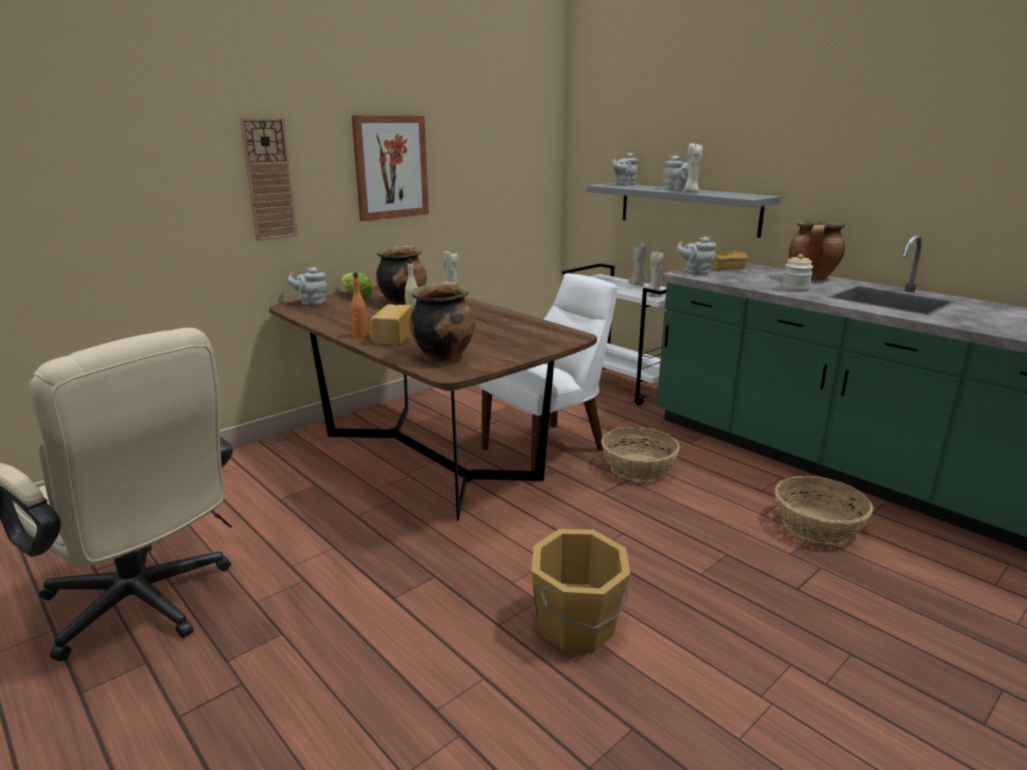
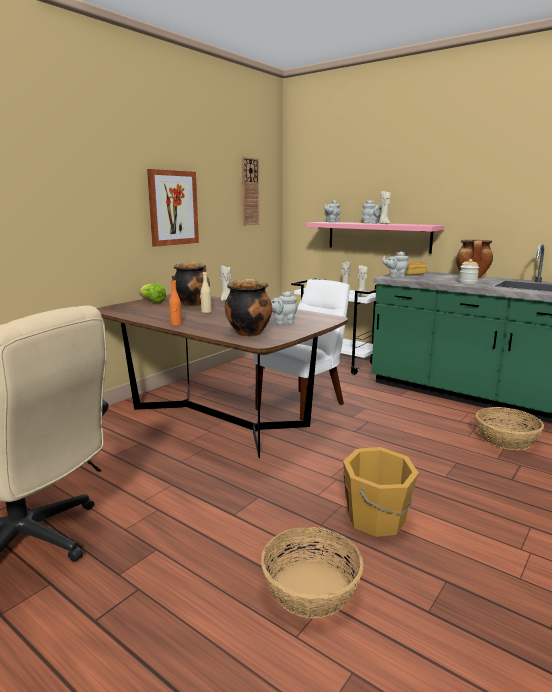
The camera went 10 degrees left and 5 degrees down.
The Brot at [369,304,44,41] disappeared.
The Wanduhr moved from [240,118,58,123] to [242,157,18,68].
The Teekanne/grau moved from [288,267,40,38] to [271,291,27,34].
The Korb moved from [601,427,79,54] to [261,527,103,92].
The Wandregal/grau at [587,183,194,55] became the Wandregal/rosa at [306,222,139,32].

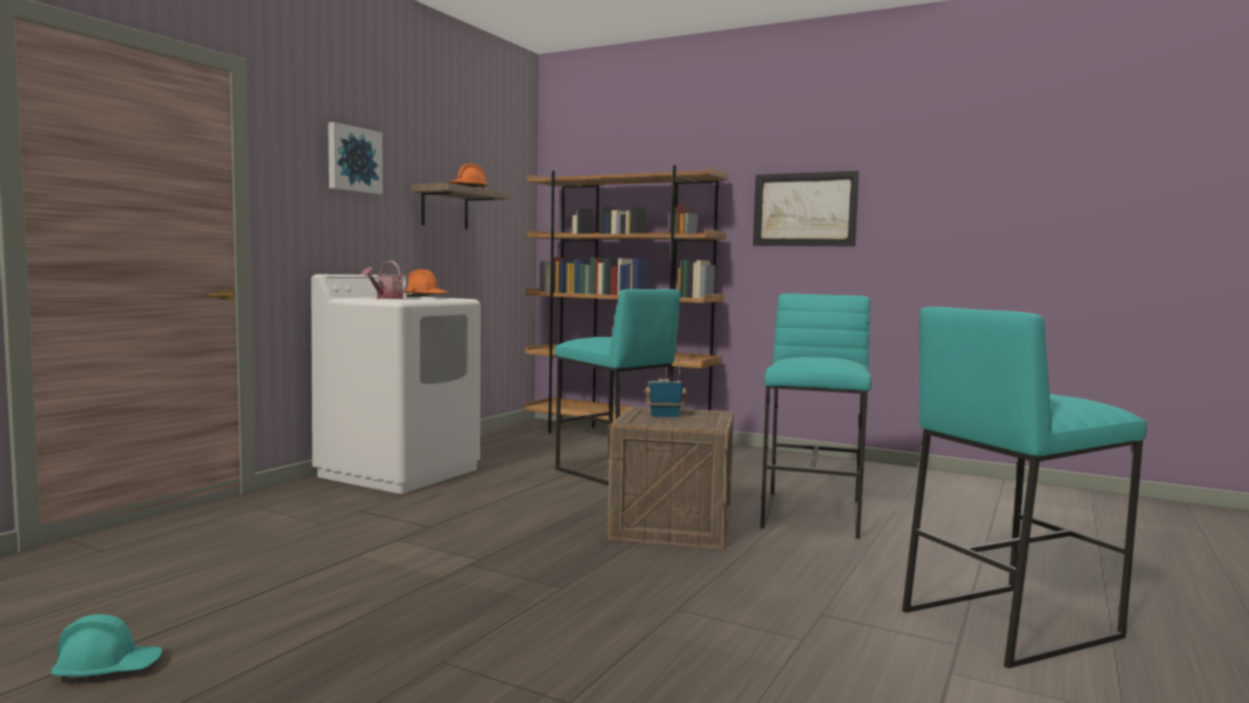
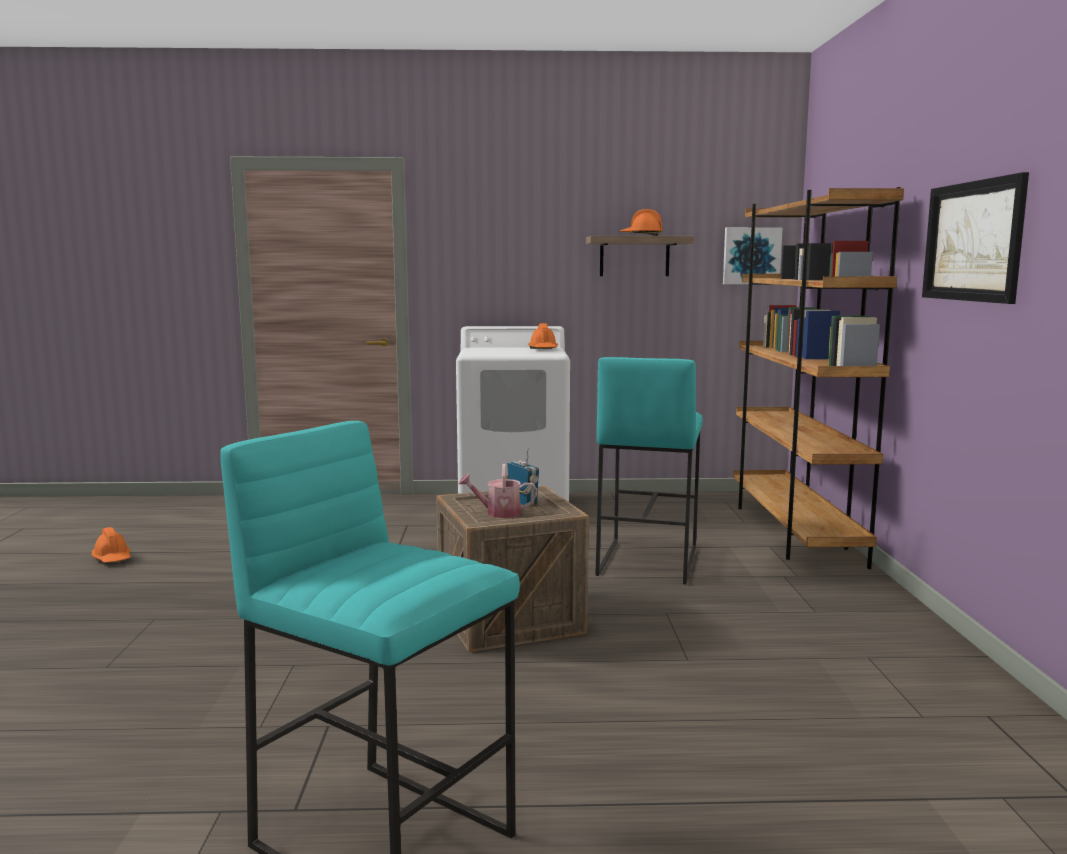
The camera went 60 degrees right and 5 degrees up.
The Hocker/türkis at [760,293,112,246] disappeared.
The Bild moved from [328,122,55,73] to [723,227,60,57].
The Gießkanne moved from [361,261,48,38] to [458,464,79,54].
The Schutzhelm/türkis at [51,614,112,68] became the Schutzhelm/orange at [92,527,39,36].

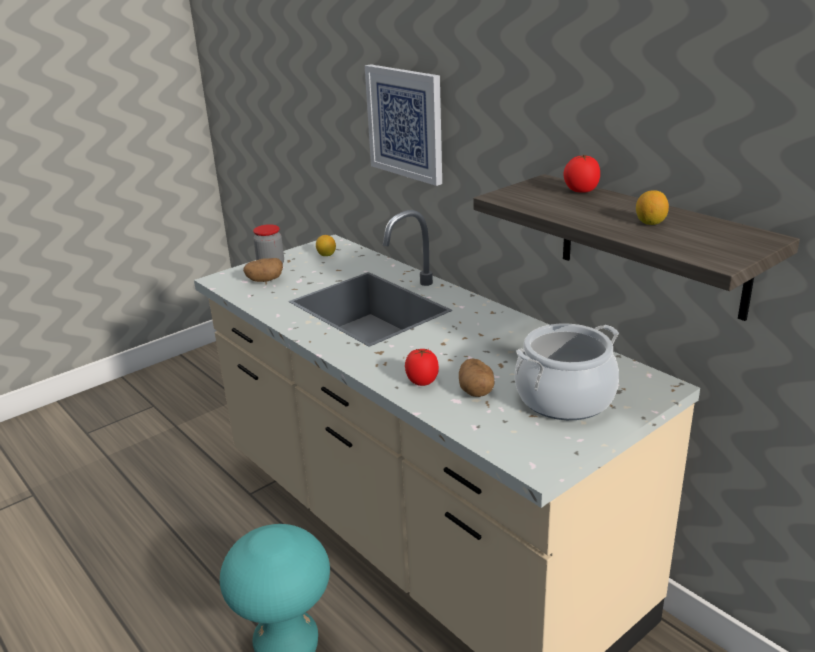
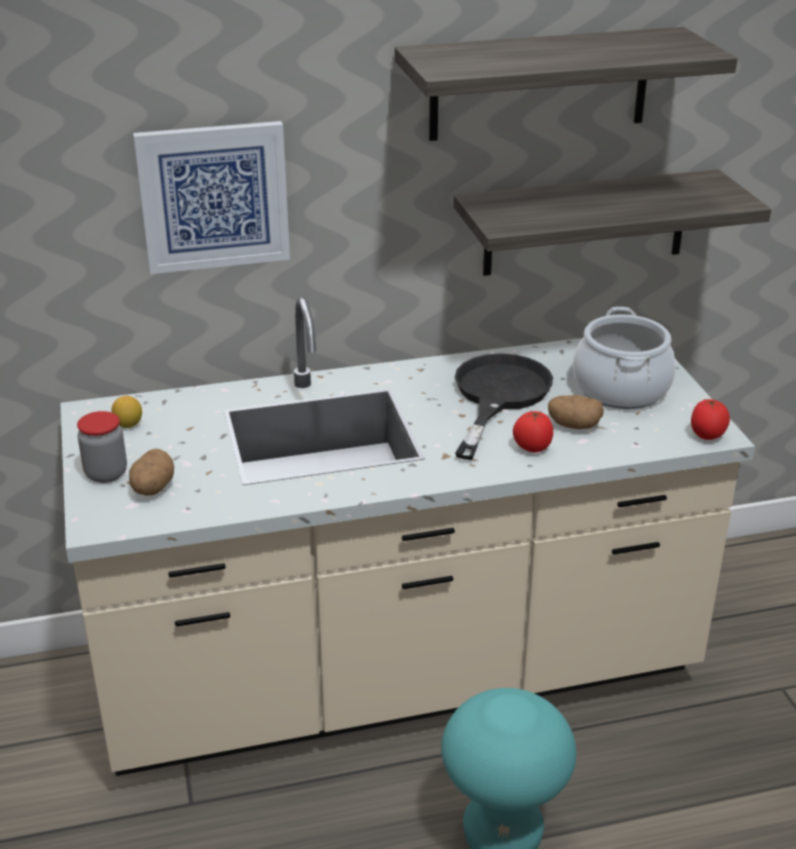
The camera went 65 degrees left and 5 degrees up.
The Zitrone at [636,190,33,35] disappeared.
The Wandregal at [395,27,343,114] appeared.
The Pfanne/schwarz at [455,353,98,107] appeared.
The Tomate moved from [563,155,37,38] to [691,399,39,41].

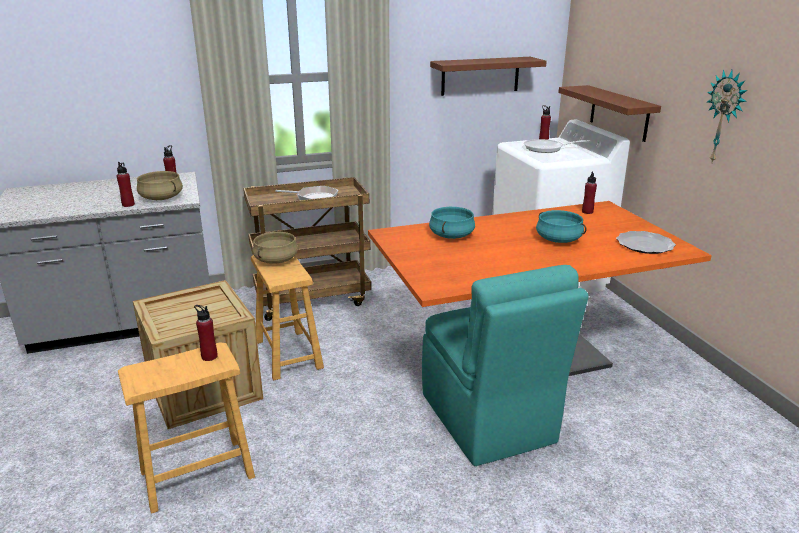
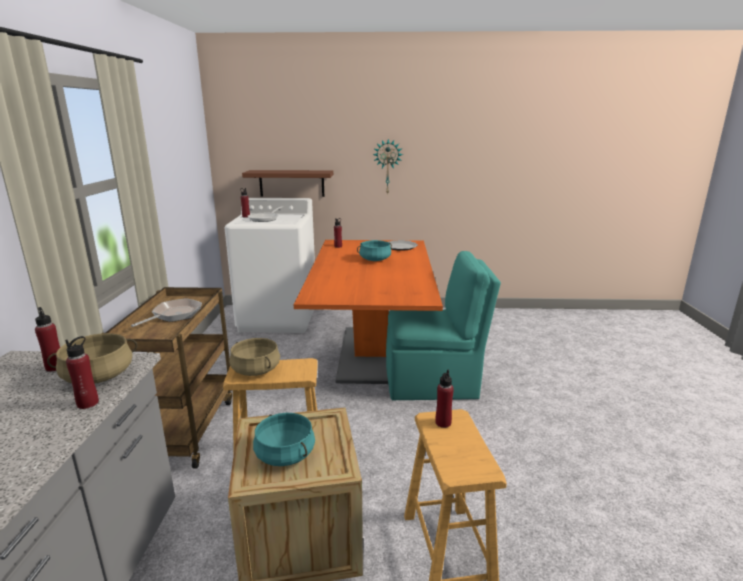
The camera went 70 degrees left and 5 degrees down.
The Wandregal/braun at [430,57,117,39] disappeared.
The Kochtopf/türkis moved from [429,207,46,32] to [253,413,62,53].

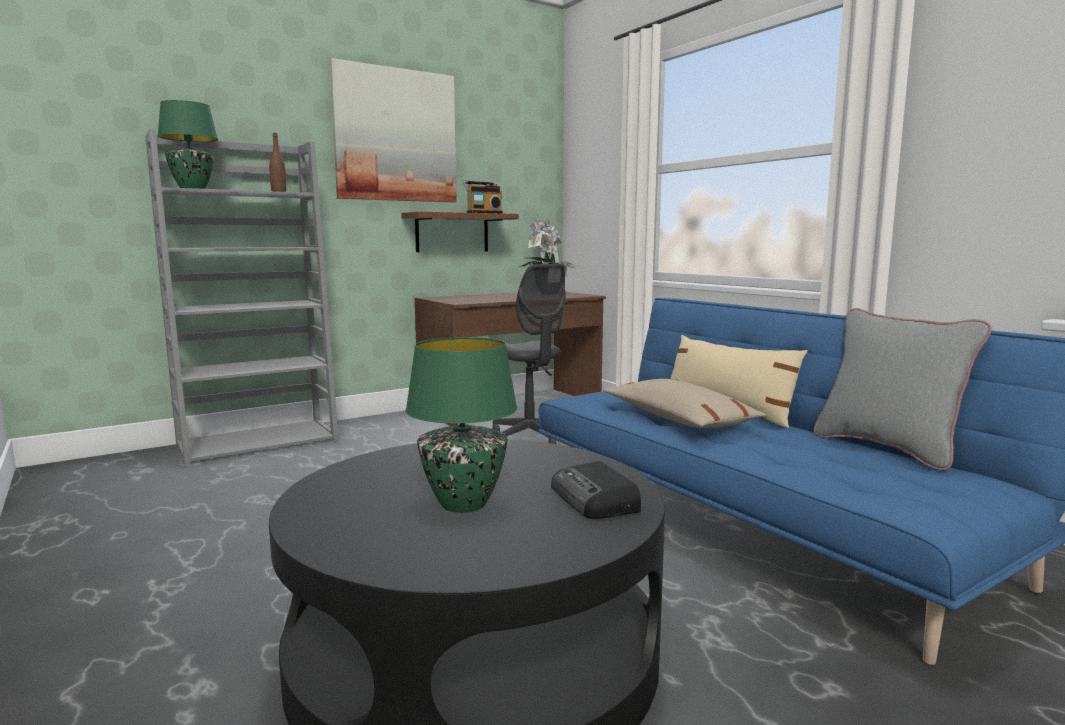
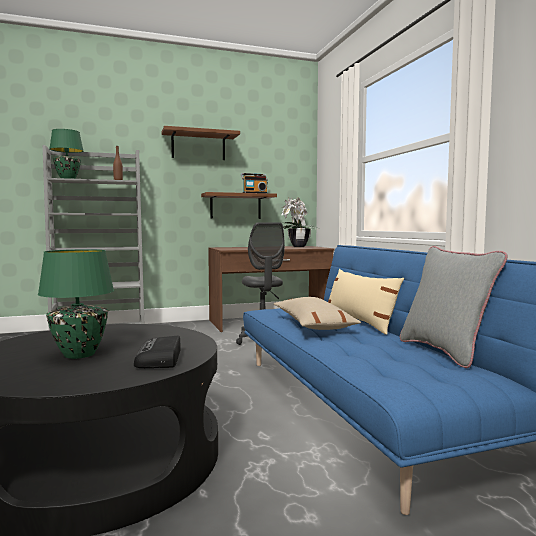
The camera went 15 degrees right and 5 degrees down.
The Bild at [330,58,127,144] was replaced by the Wandregal/braun at [162,126,78,34].

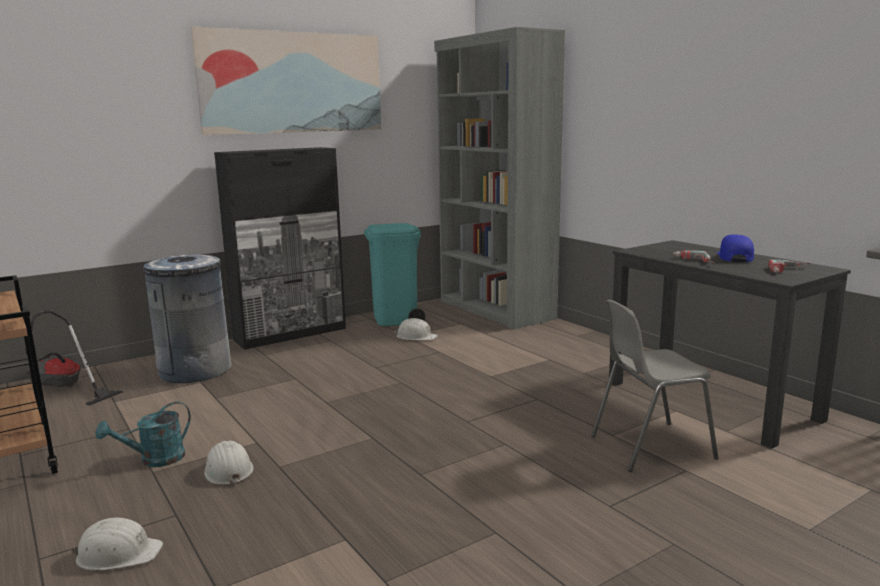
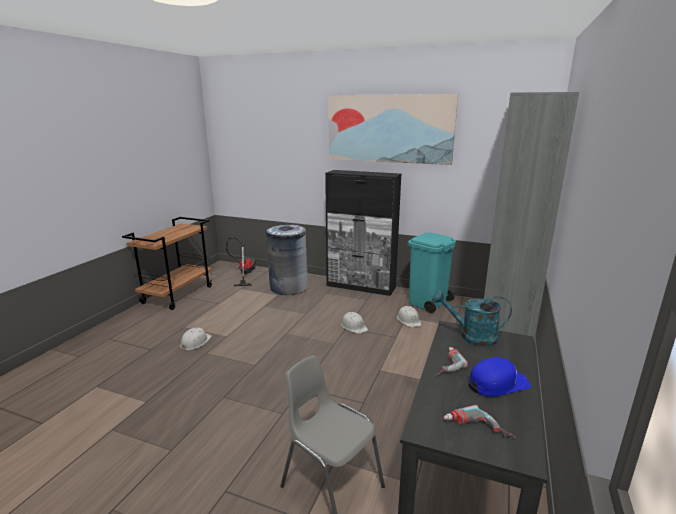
The camera went 55 degrees right and 5 degrees up.
The Schutzhelm/weiß moved from [70,517,93,54] to [341,312,27,22].
The Gießkanne/türkis moved from [95,401,96,66] to [432,290,80,56].

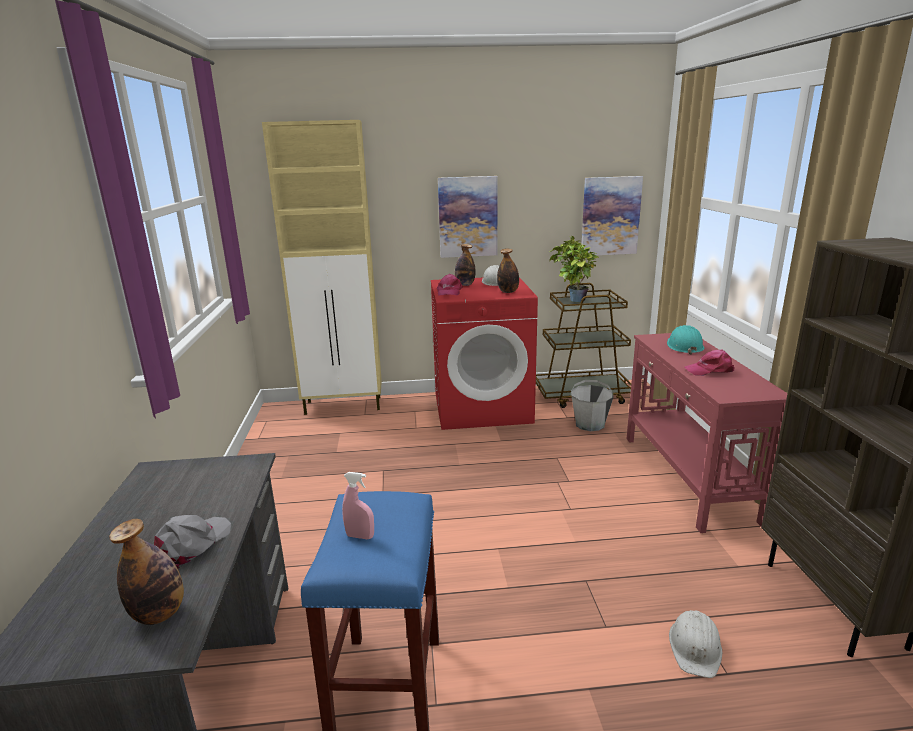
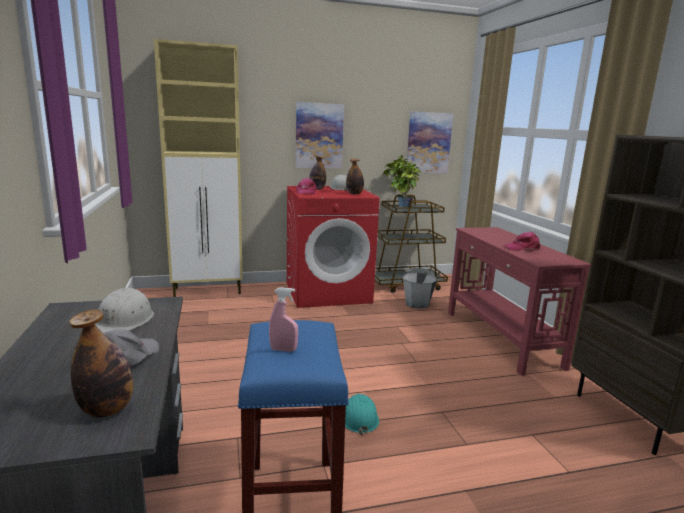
The camera went 10 degrees left and 5 degrees down.
The Schutzhelm/türkis moved from [667,325,37,30] to [345,394,34,41].
The Schutzhelm/weiß moved from [669,610,53,68] to [95,288,59,45].

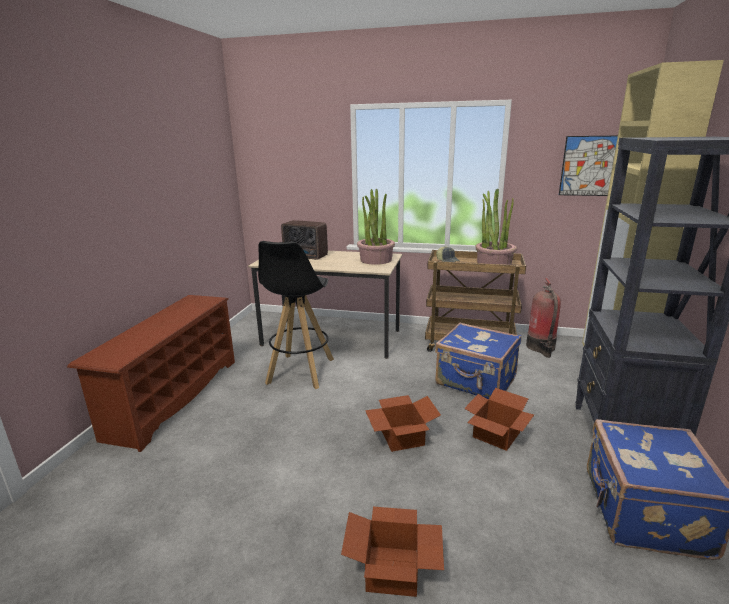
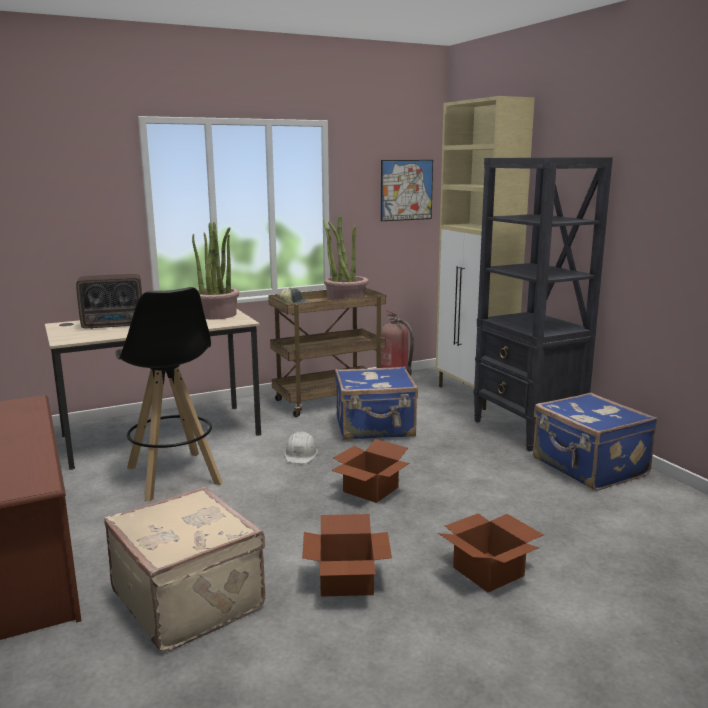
The camera went 40 degrees left and 5 degrees down.
The Koffer/beige at [104,487,162,165] appeared.
The Schutzhelm/weiß at [284,431,34,32] appeared.
The Karton moved from [464,388,70,63] to [302,514,90,83].

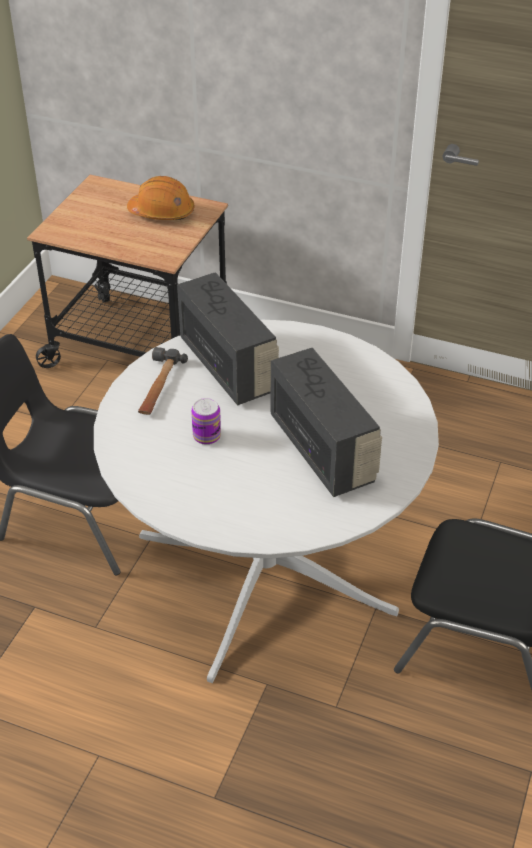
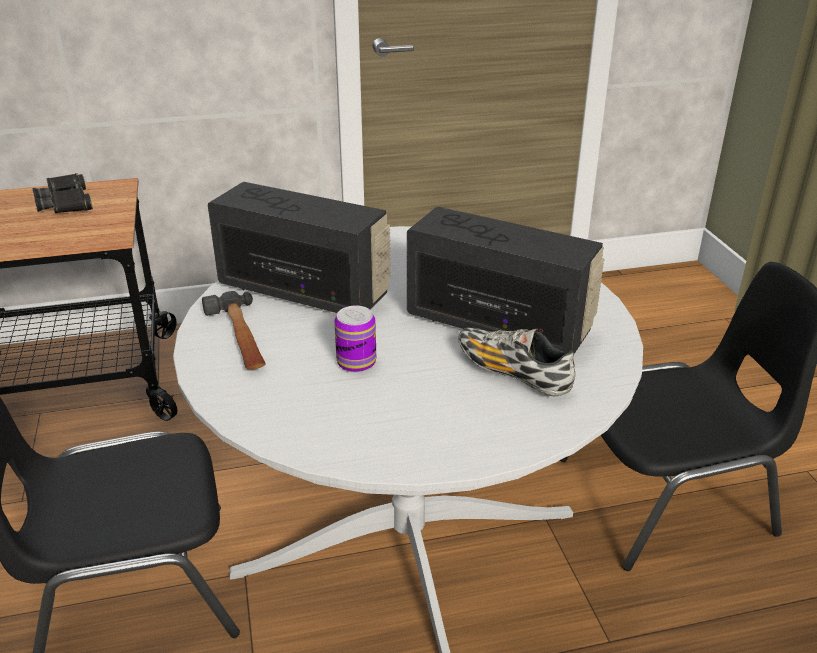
The camera went 35 degrees left and 10 degrees down.
The Schuh at [458,327,117,69] appeared.
The Schutzhelm/orange at [127,176,67,44] was replaced by the Fernglas/schwarz at [33,173,60,40].

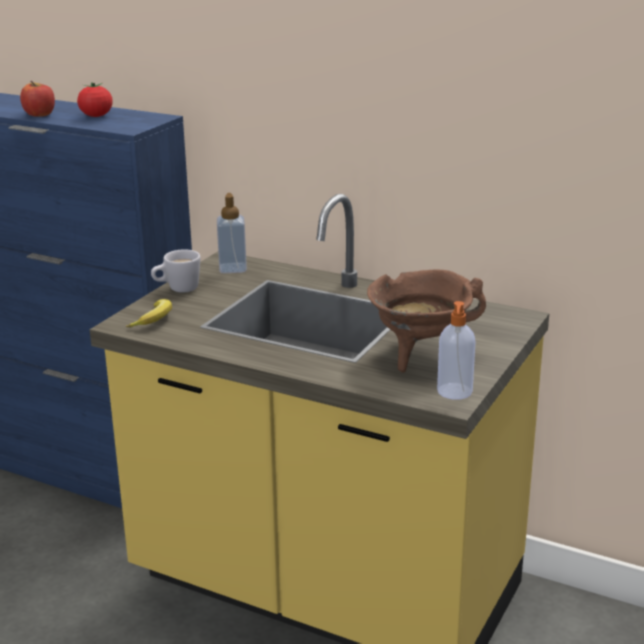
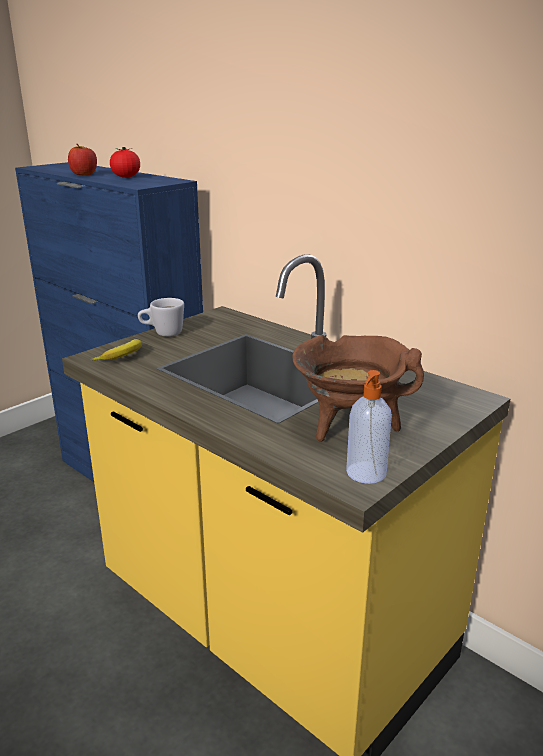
The camera went 15 degrees right and 0 degrees up.
The Seifenspender at [217,193,30,80] disappeared.

